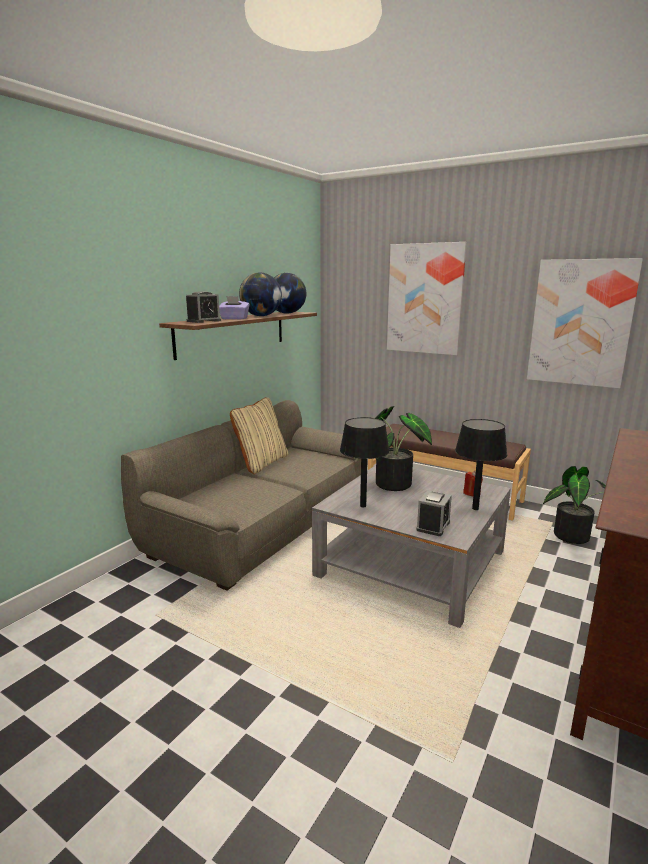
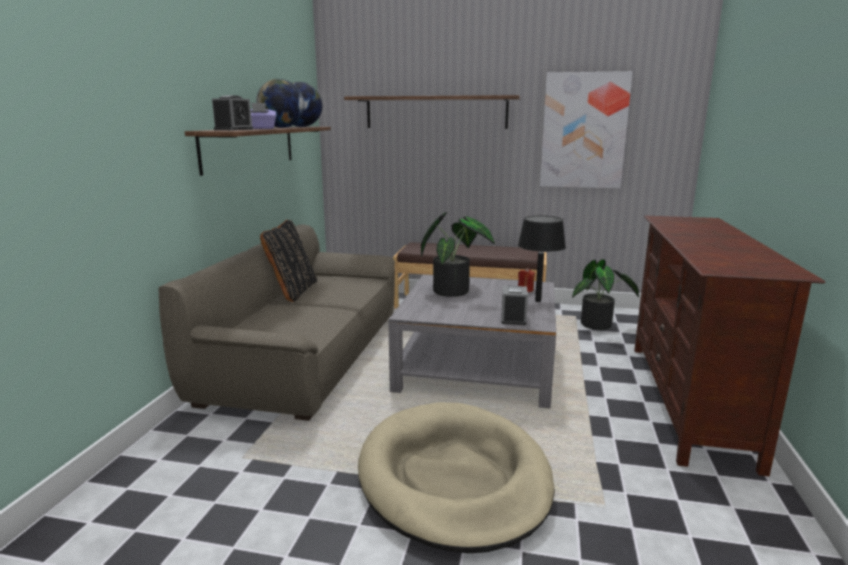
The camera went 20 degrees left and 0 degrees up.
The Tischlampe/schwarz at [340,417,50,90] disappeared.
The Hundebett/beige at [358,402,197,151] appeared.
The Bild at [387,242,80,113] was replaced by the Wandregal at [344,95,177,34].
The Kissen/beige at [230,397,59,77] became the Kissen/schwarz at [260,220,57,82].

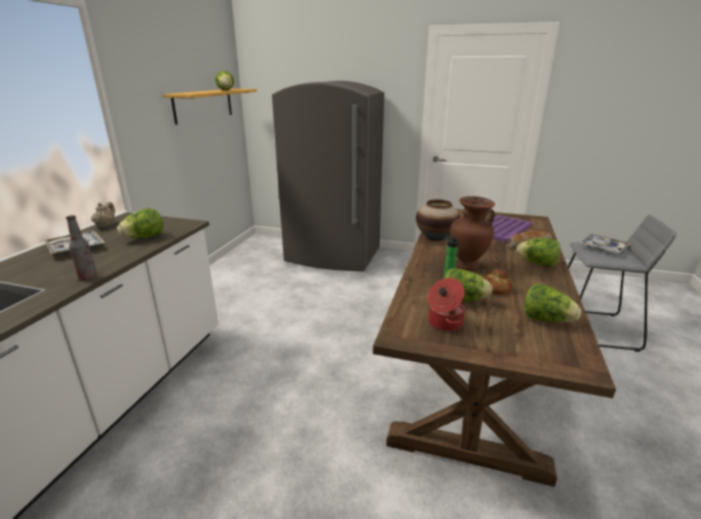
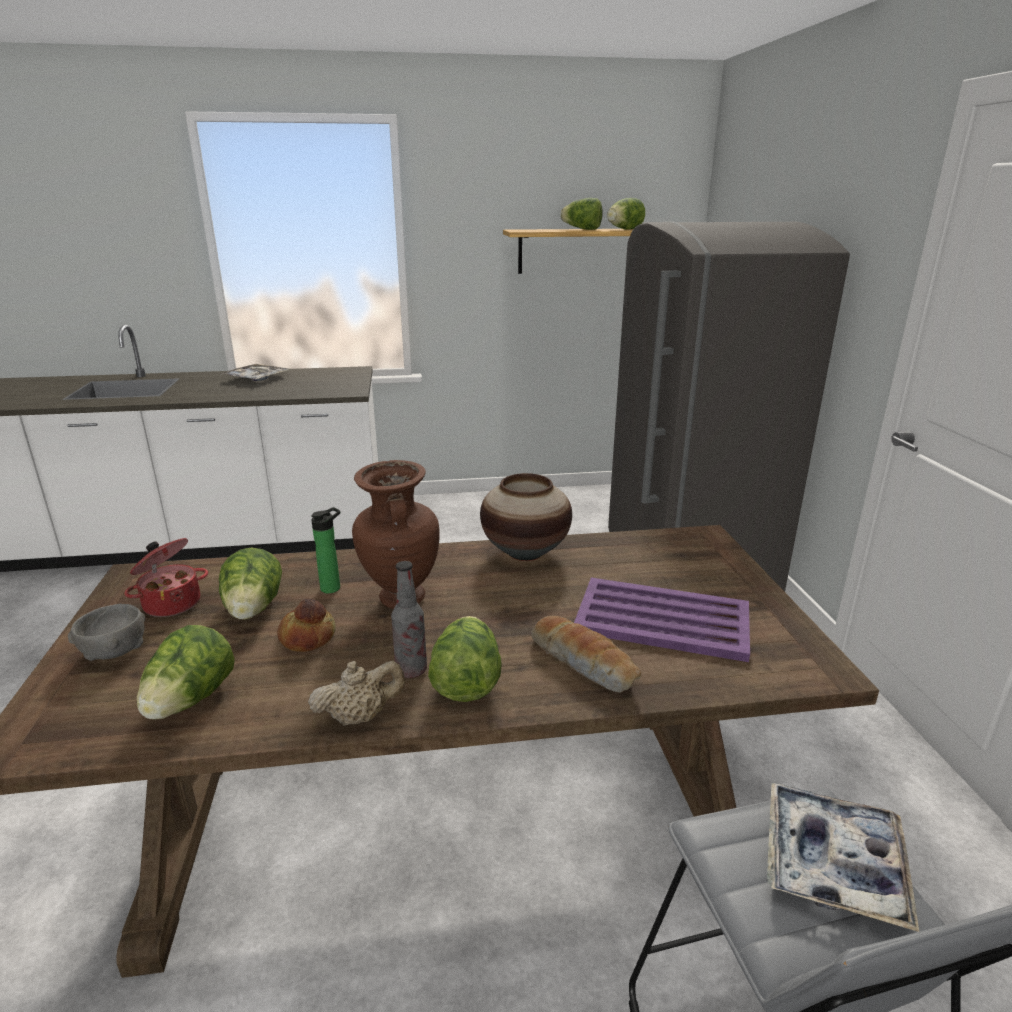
The camera went 65 degrees right and 0 degrees up.
The Schüssel/grau at [68,604,77,57] appeared.
The Flasche moved from [66,215,31,65] to [391,561,36,117].
The Teekanne/beige moved from [91,202,24,26] to [308,661,97,65].
The Salatkopf moved from [117,208,47,30] to [561,198,42,32].

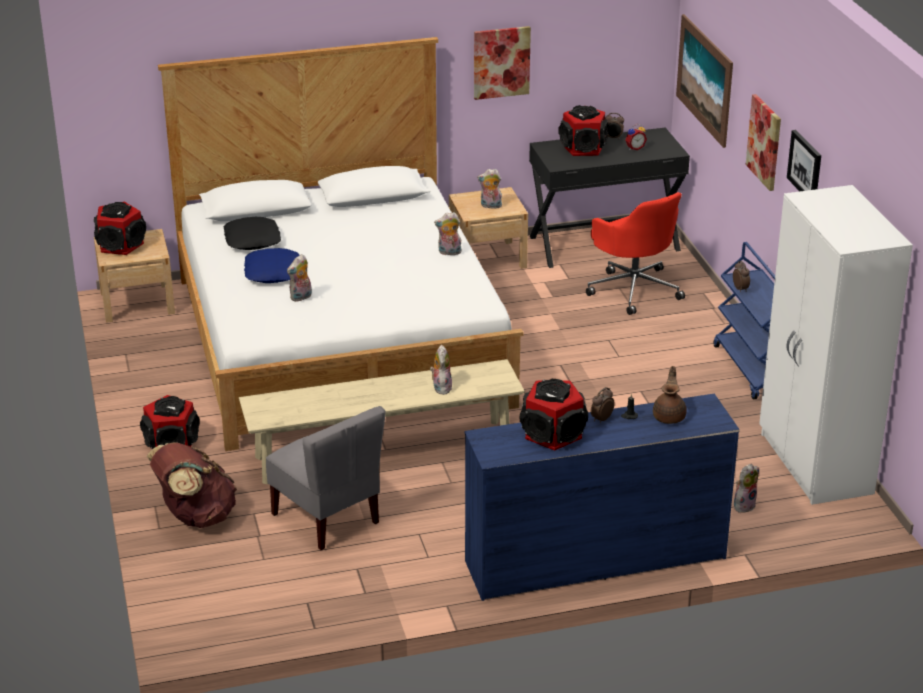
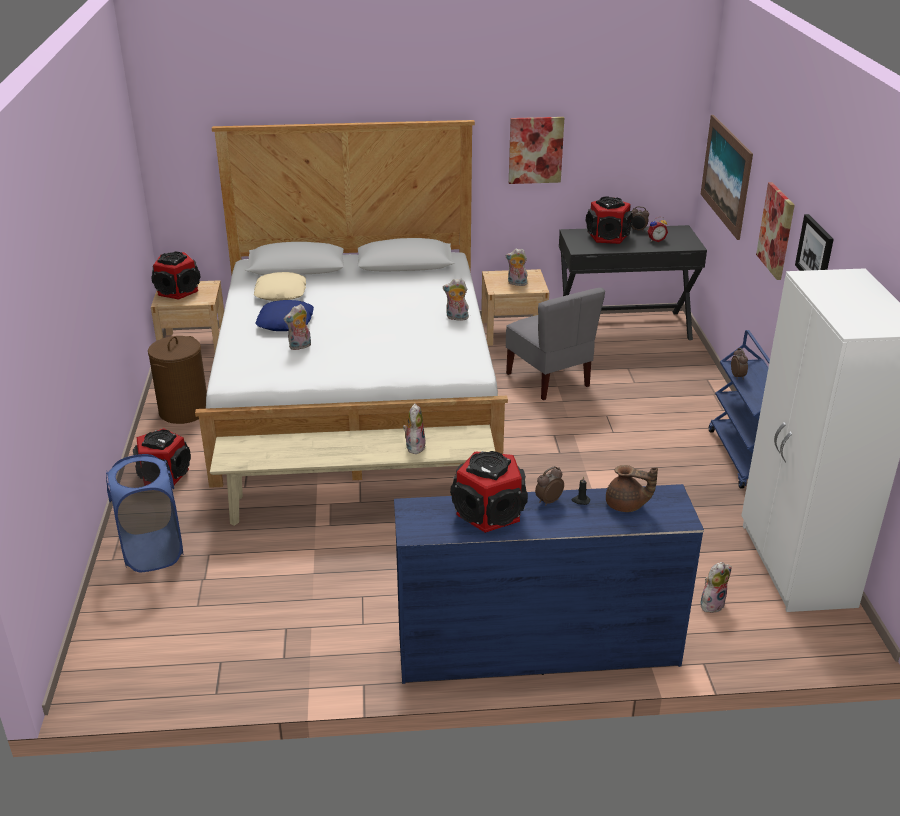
The camera went 10 degrees right and 0 degrees up.
The Bürostuhl/rot at [586,192,99,123] disappeared.
The Wäschekorb/braun at [148,336,59,88] appeared.
The Stuhl/grau moved from [266,406,119,144] to [506,288,99,112].
The Rucksack/braun at [147,442,90,86] was replaced by the Wäschekorb/blau at [106,454,77,118].
The Kissen/schwarz at [224,217,57,33] became the Kissen/beige at [254,272,52,29].
The Teekanne/braun at [653,366,34,58] turned 90 degrees clockwise.

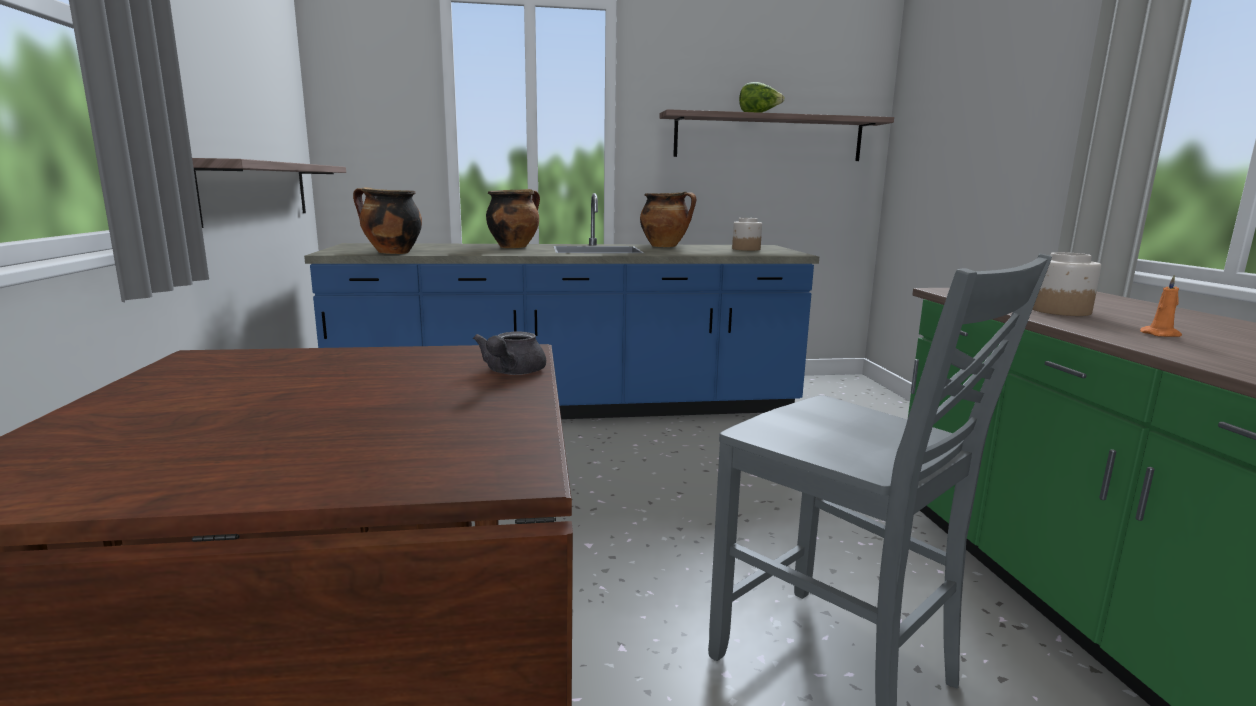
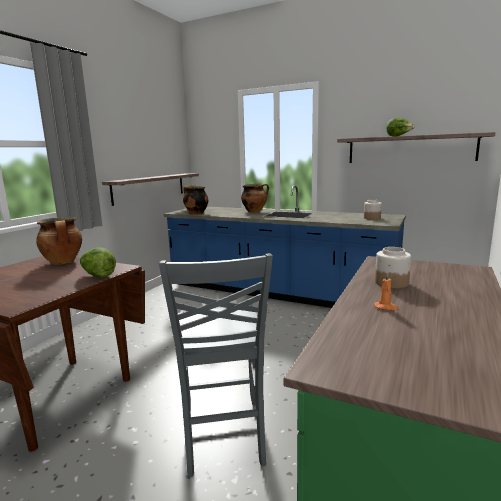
The camera went 35 degrees right and 0 degrees up.
The Kochtopf moved from [640,192,56,55] to [36,217,46,48].
The Teekanne/grau at [473,332,73,43] was replaced by the Salatkopf at [80,248,36,29].

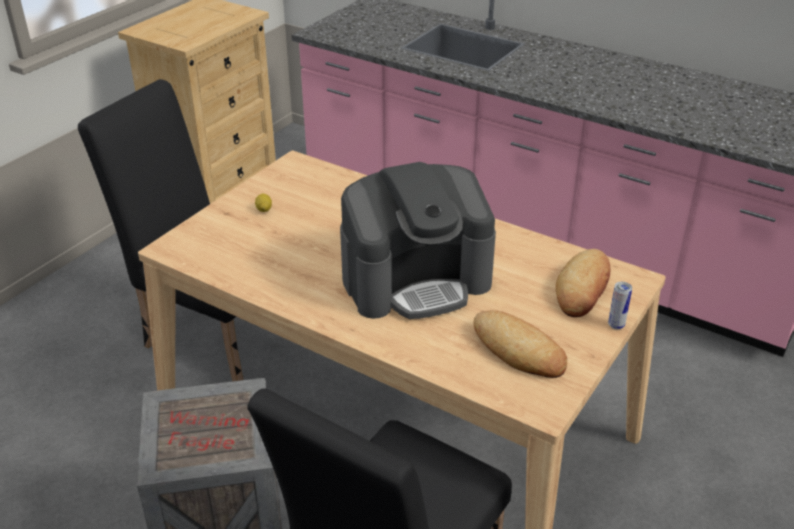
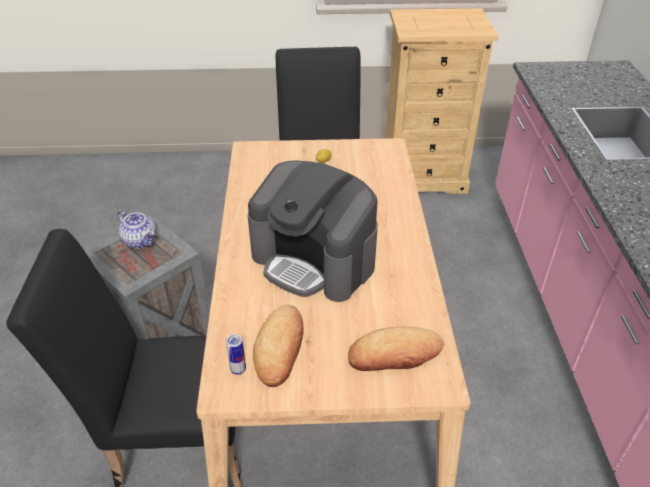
The camera went 55 degrees right and 5 degrees up.
The Teekanne at [118,210,38,39] appeared.
The Dose moved from [608,282,24,48] to [226,334,20,41].

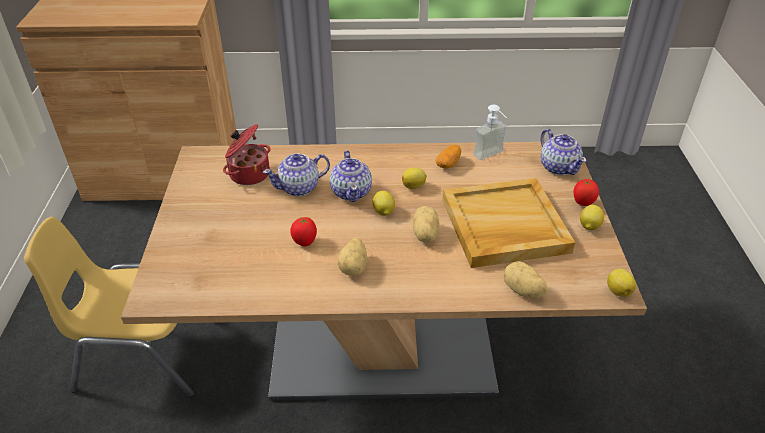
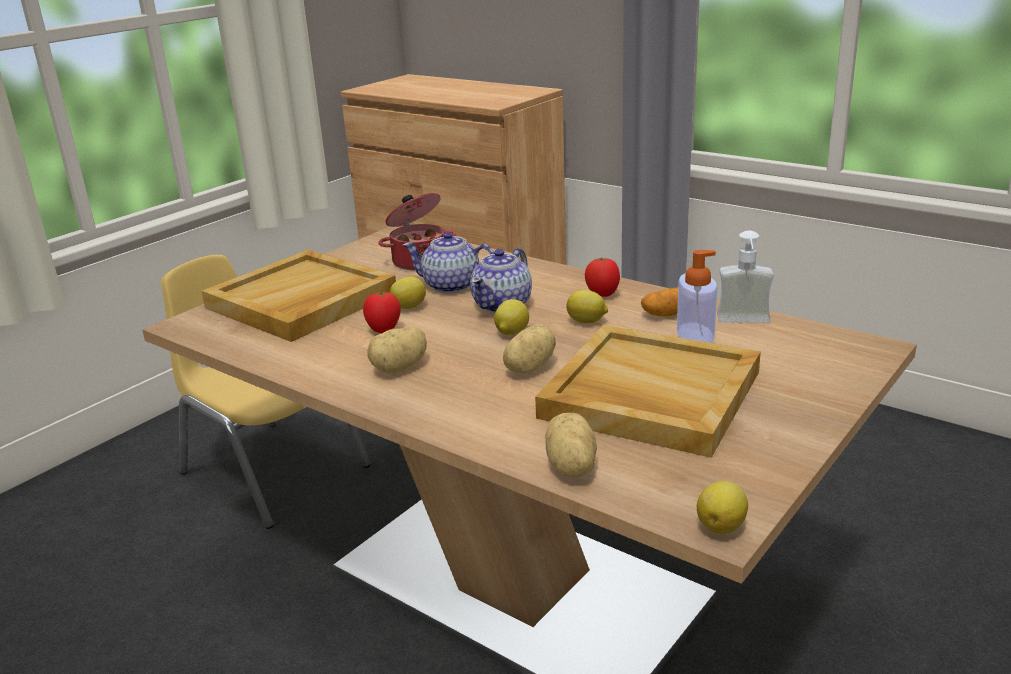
The camera went 40 degrees right and 15 degrees down.
The Teekanne at [540,129,47,46] disappeared.
The Tablett/beige at [202,250,194,92] appeared.
The Seifenspender at [677,250,40,93] appeared.
The Tomate moved from [574,179,25,27] to [585,257,35,40].
The Zitrone moved from [580,205,24,25] to [390,277,36,32].

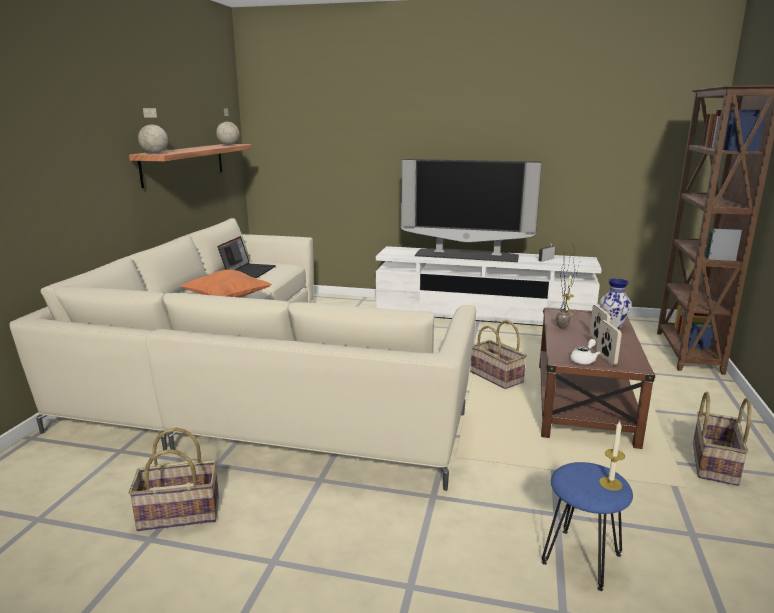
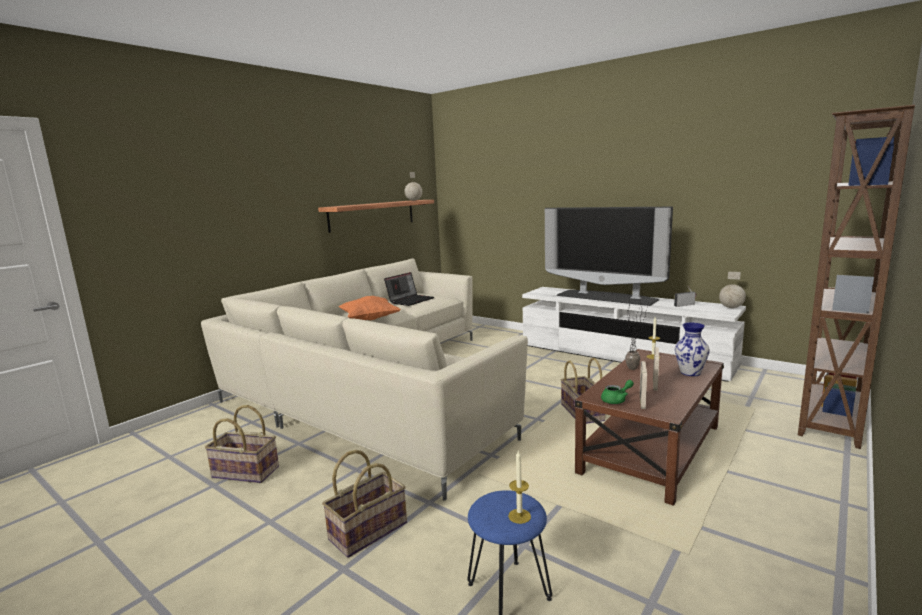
The camera went 25 degrees right and 5 degrees down.
The Globus moved from [138,108,30,46] to [719,272,27,36].
The Korb moved from [693,392,58,94] to [322,450,85,108].
The Teekanne/weiß at [570,339,30,25] became the Teekanne/grün at [601,380,33,24].

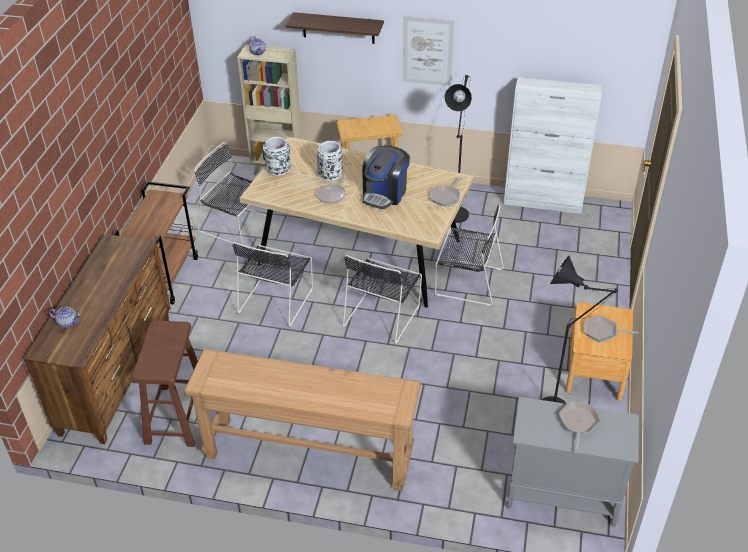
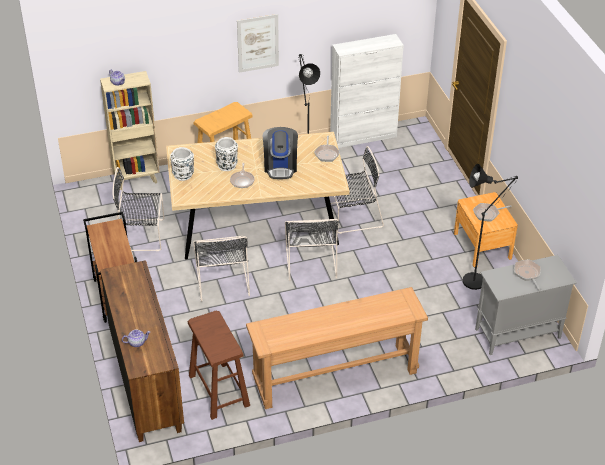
The camera went 30 degrees left and 0 degrees up.
The Wandregal at [285,12,99,32] disappeared.

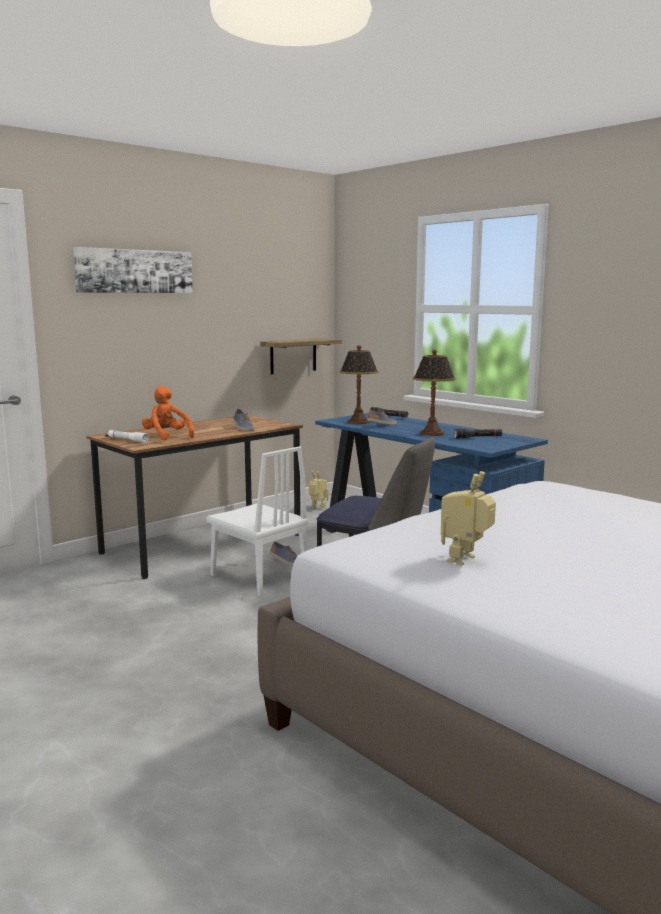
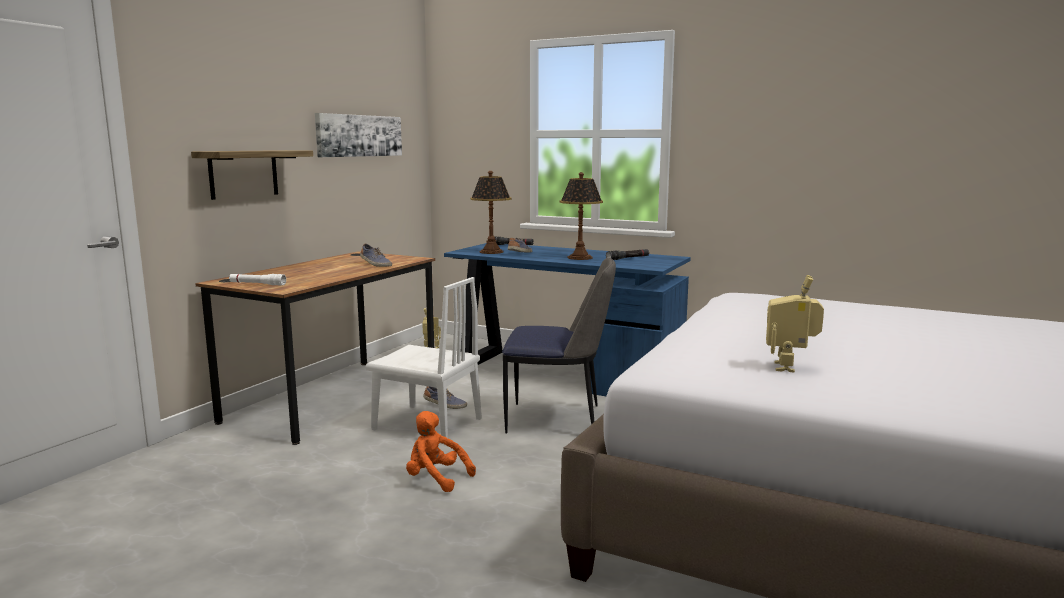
The camera went 20 degrees left and 0 degrees up.
The Bild moved from [73,247,120,46] to [315,113,87,44].
The Plüschtier/orange moved from [142,386,52,55] to [406,411,70,81].
The Wandregal moved from [260,338,82,36] to [191,150,122,50].

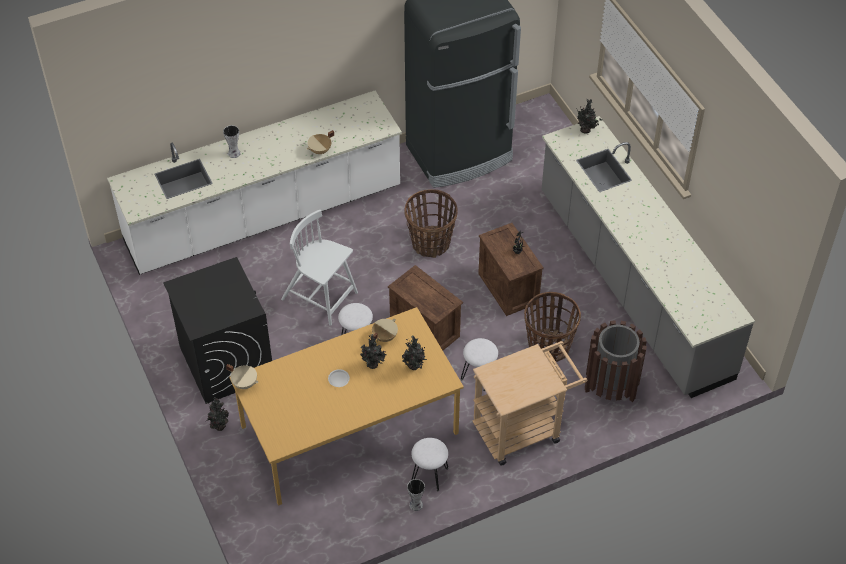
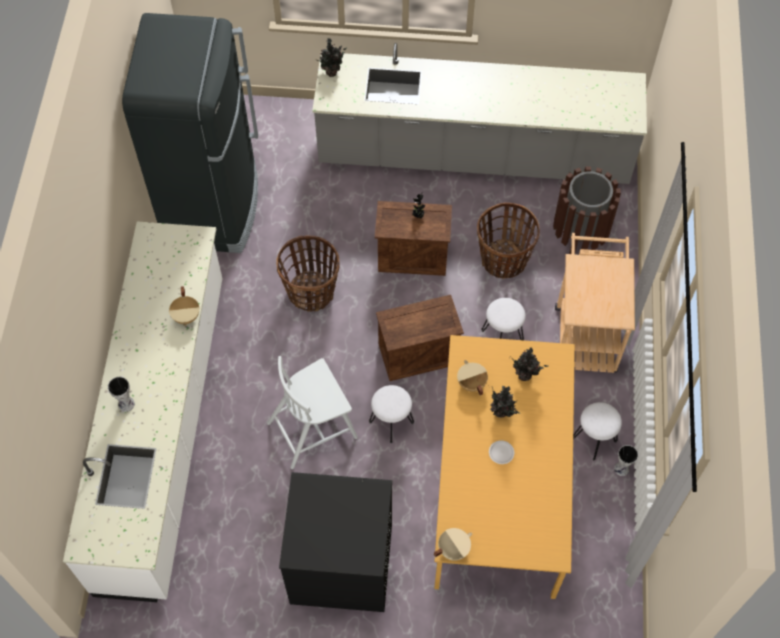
The camera went 60 degrees left and 10 degrees up.
The Topfpflanze at [206,397,23,34] disappeared.

